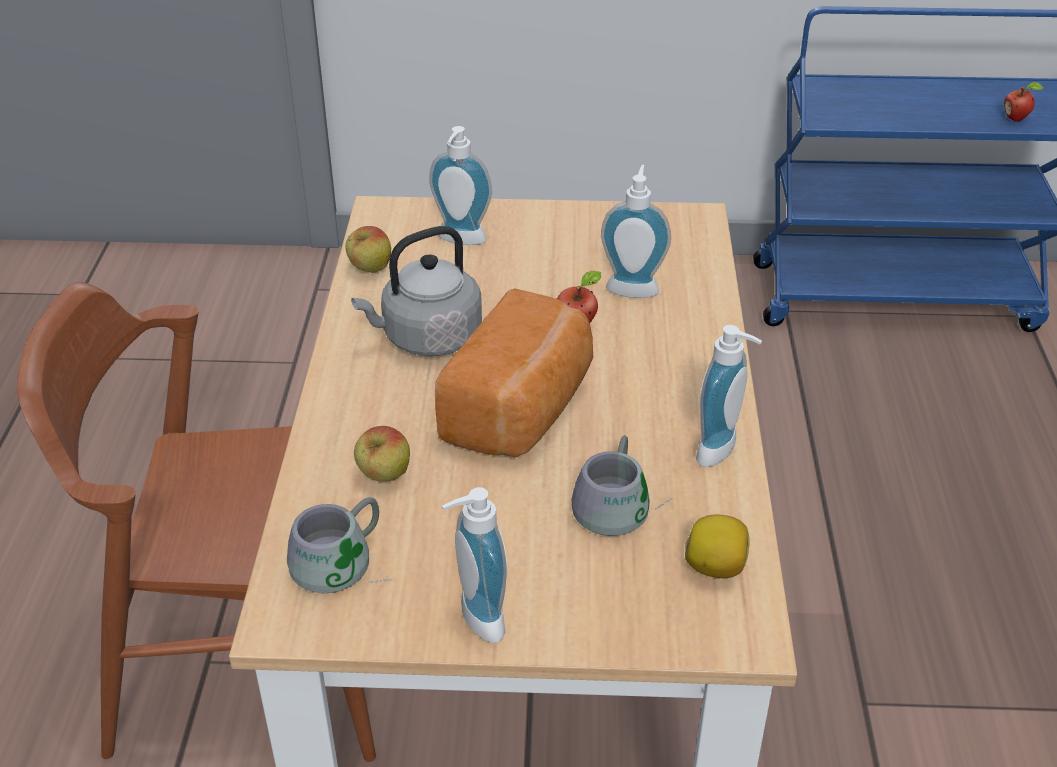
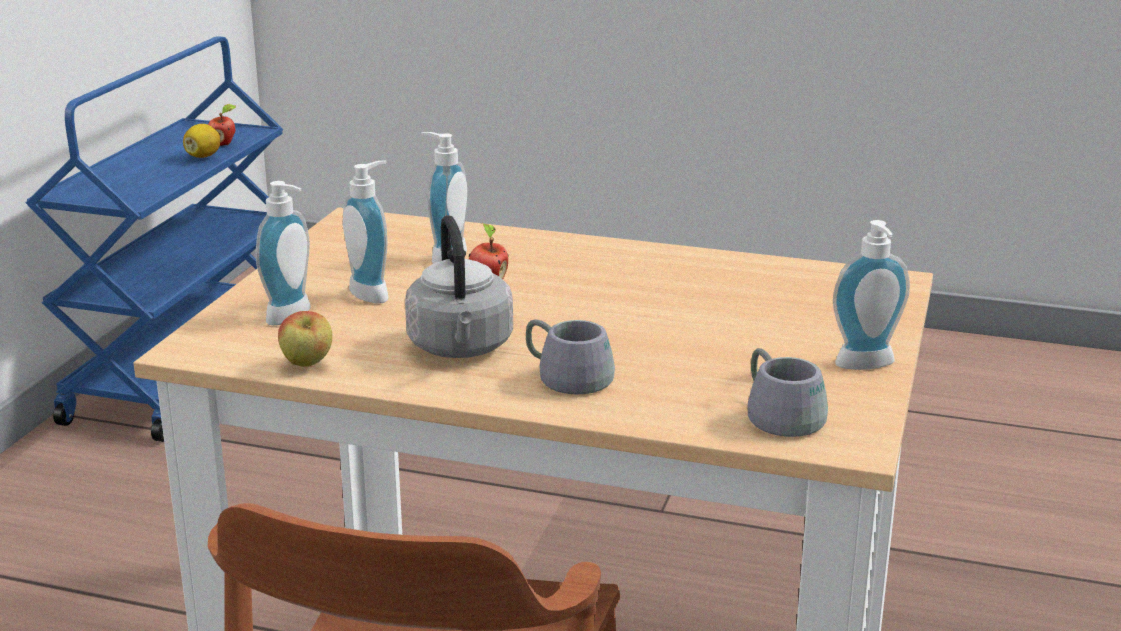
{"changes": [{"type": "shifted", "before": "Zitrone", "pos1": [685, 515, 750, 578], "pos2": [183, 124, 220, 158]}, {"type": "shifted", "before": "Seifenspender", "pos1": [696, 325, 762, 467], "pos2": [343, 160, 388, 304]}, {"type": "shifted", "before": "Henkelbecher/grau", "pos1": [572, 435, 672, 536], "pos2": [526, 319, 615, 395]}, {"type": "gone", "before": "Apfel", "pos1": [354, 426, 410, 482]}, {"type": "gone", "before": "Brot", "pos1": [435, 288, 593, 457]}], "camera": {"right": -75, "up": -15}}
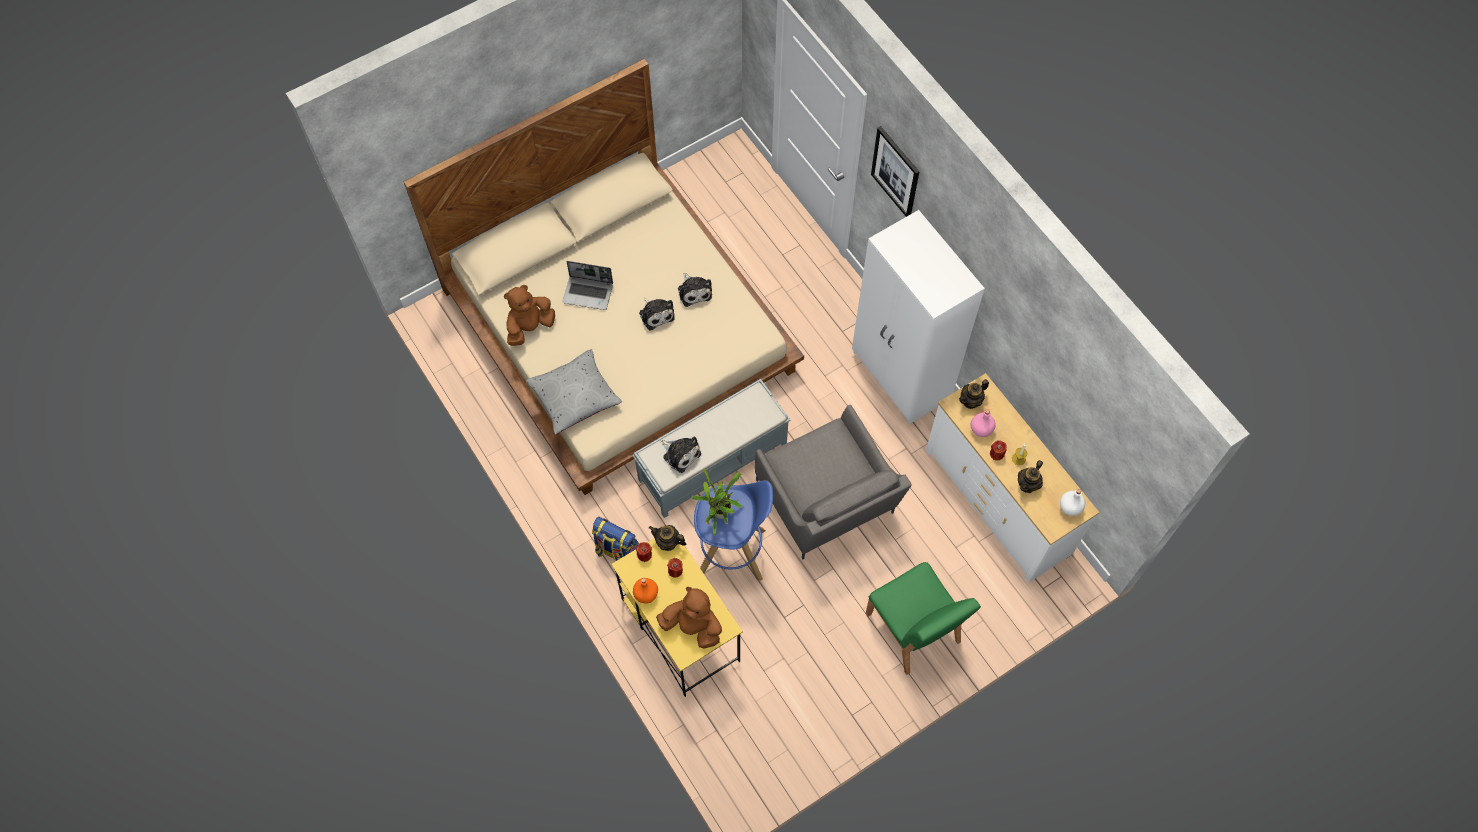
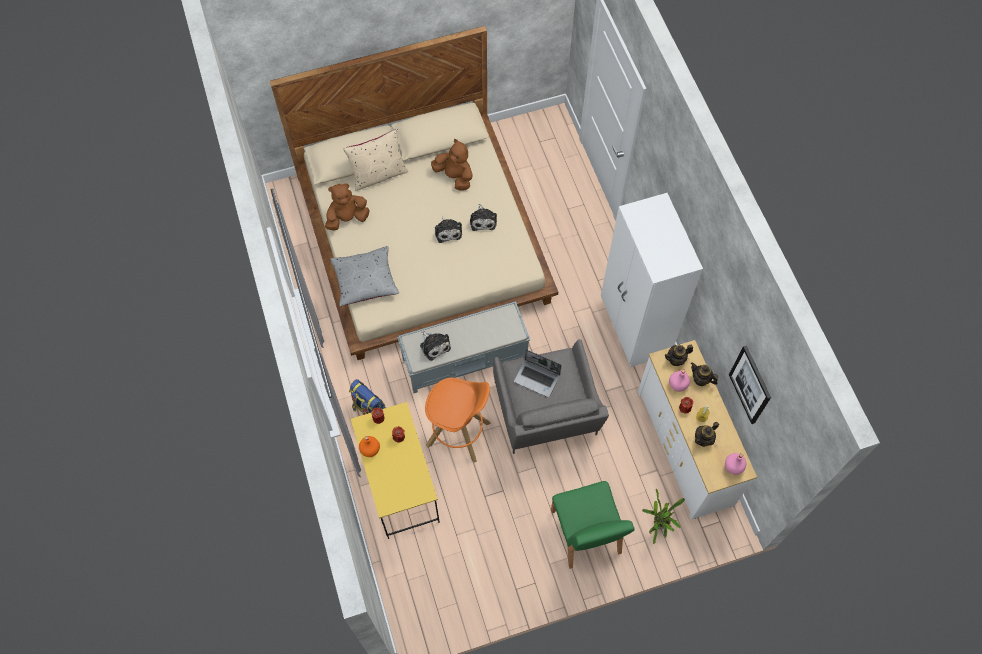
{"changes": [{"type": "new", "after": "Kissen/beige", "pos2": [343, 129, 408, 191]}, {"type": "repainted", "before": "Hocker/blau", "after": "Hocker/orange", "pos1": [694, 480, 773, 581], "pos2": [425, 378, 491, 463]}, {"type": "shifted", "before": "Plüschtier/braun", "pos1": [656, 587, 722, 648], "pos2": [431, 139, 473, 191]}, {"type": "shifted", "before": "Laptop", "pos1": [562, 261, 613, 310], "pos2": [514, 349, 562, 397]}, {"type": "shifted", "before": "Topfpflanze", "pos1": [691, 469, 742, 535], "pos2": [642, 489, 685, 544]}, {"type": "shifted", "before": "Teekanne", "pos1": [649, 525, 686, 551], "pos2": [691, 362, 718, 386]}, {"type": "repainted", "before": "Flasche/weiß", "after": "Flasche/rosa", "pos1": [1060, 489, 1085, 516], "pos2": [725, 453, 746, 475]}, {"type": "shifted", "before": "Bild", "pos1": [871, 126, 919, 217], "pos2": [729, 345, 771, 424]}], "camera": {"right": 15, "up": 0}}
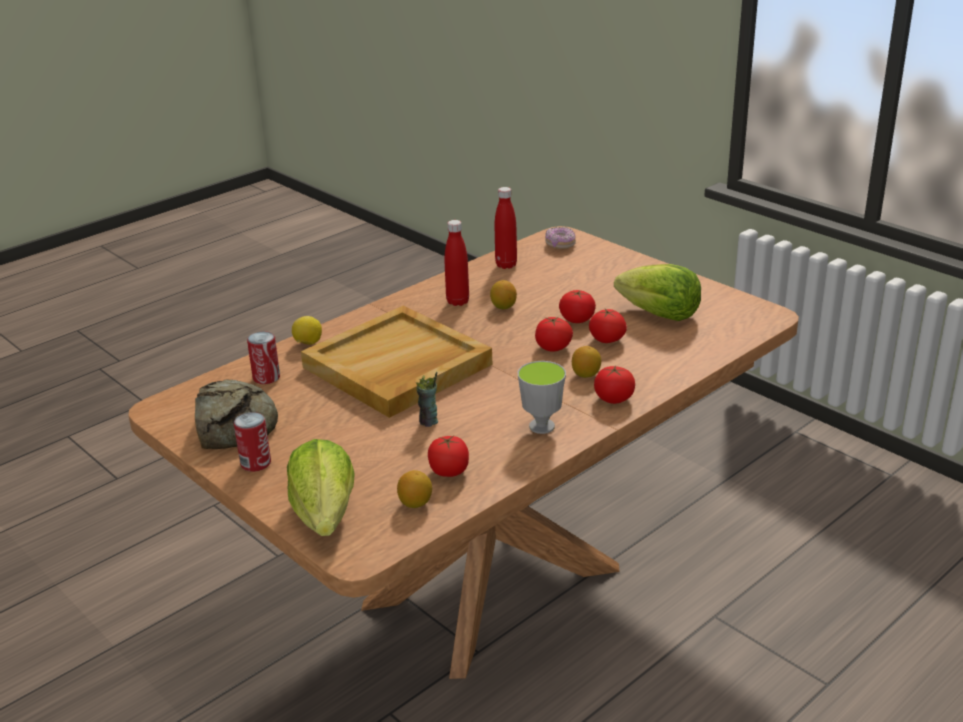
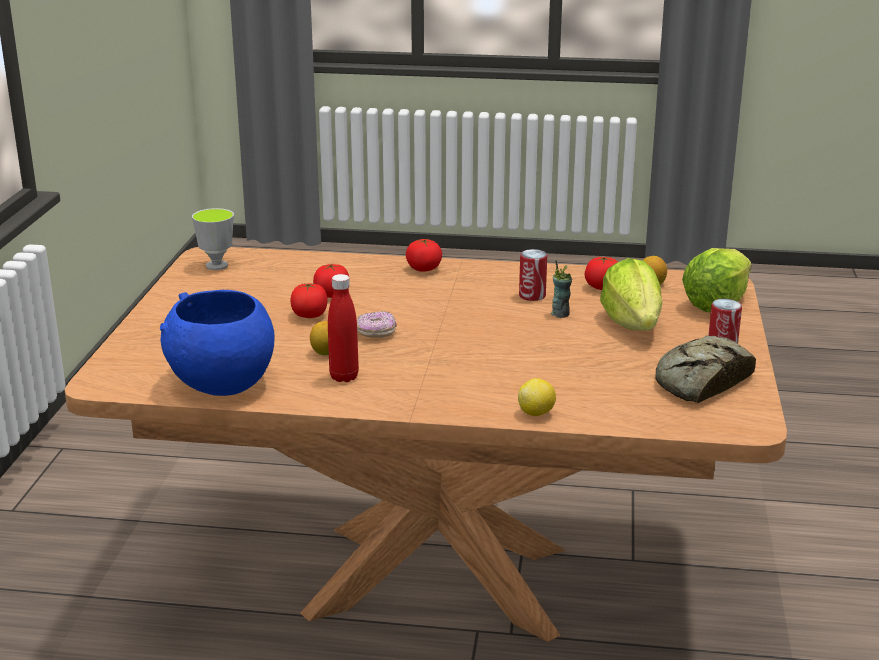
{"changes": [{"type": "swapped", "before": "Flasche/rot", "after": "Schüssel/blau", "pos1": [495, 187, 517, 269], "pos2": [160, 290, 274, 396]}, {"type": "shifted", "before": "Tasse", "pos1": [518, 361, 566, 434], "pos2": [192, 208, 234, 270]}, {"type": "shifted", "before": "Donut", "pos1": [545, 227, 576, 249], "pos2": [357, 311, 397, 338]}, {"type": "shifted", "before": "Dose", "pos1": [247, 331, 280, 384], "pos2": [519, 249, 547, 301]}, {"type": "shifted", "before": "Salatkopf", "pos1": [614, 264, 701, 321], "pos2": [600, 258, 663, 331]}, {"type": "gone", "before": "Tablett/beige", "pos1": [301, 306, 492, 418]}, {"type": "gone", "before": "Tomate", "pos1": [535, 317, 573, 352]}, {"type": "gone", "before": "Zitrone", "pos1": [572, 346, 601, 378]}], "camera": {"right": -130, "up": -5}}
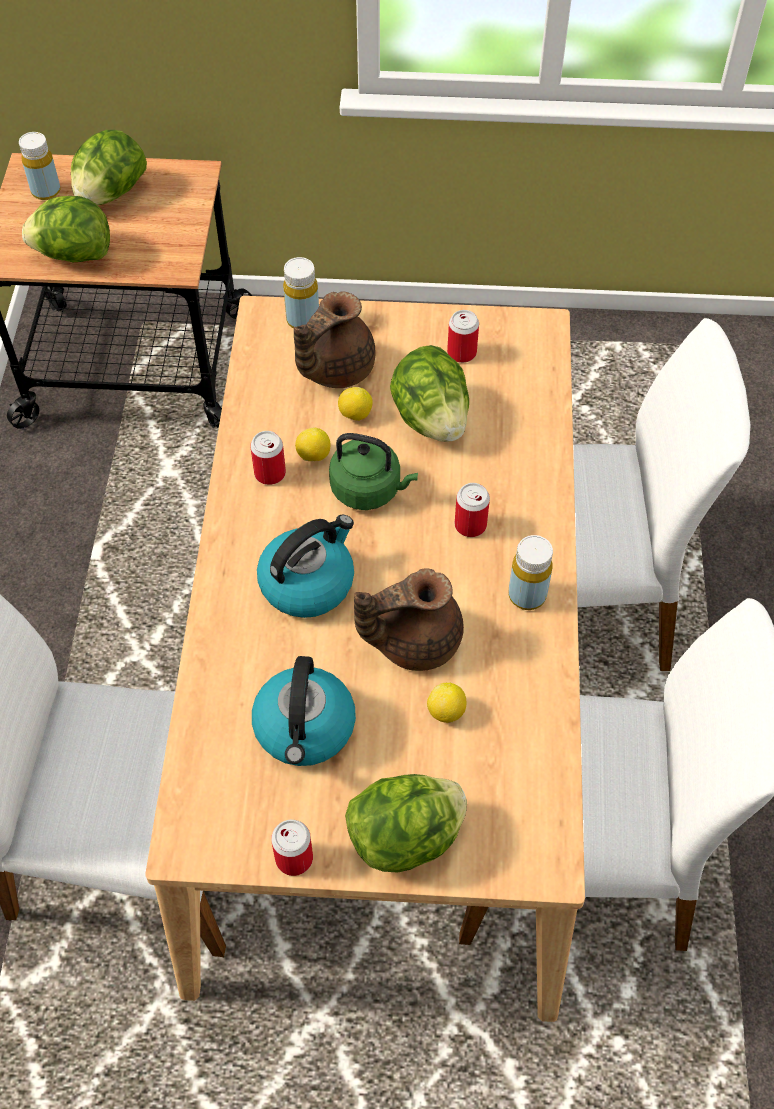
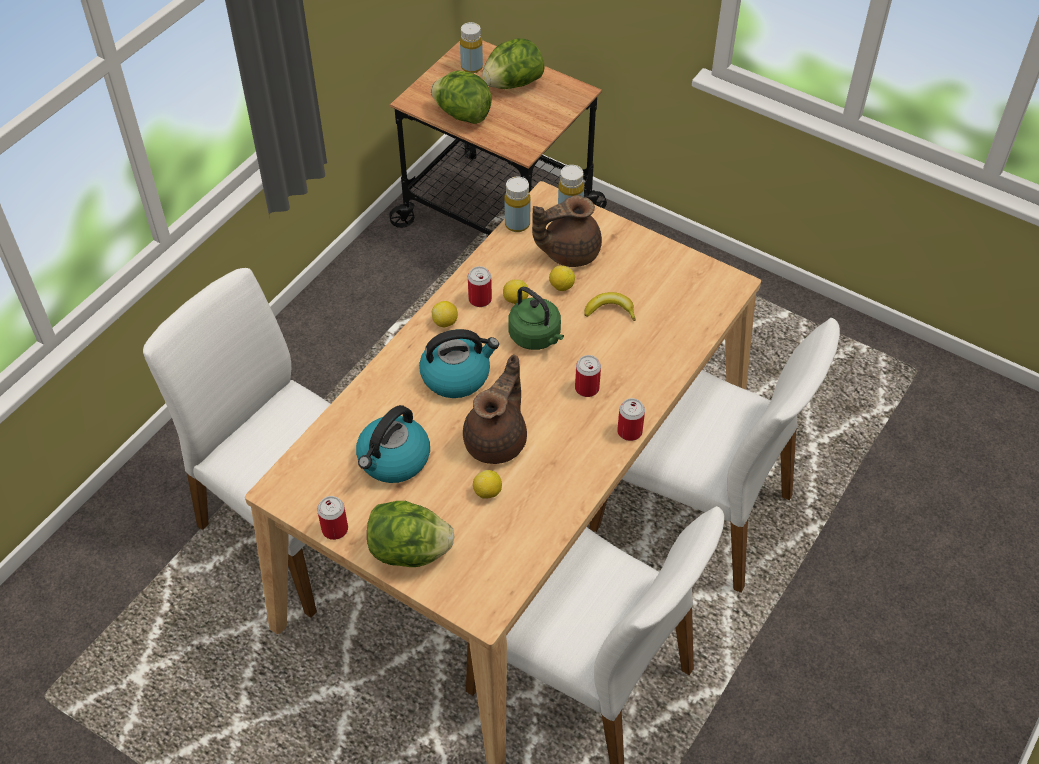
{"changes": [{"type": "new", "after": "Zitrone", "pos2": [432, 301, 458, 327]}, {"type": "rotated", "before": "Teekanne/braun", "pos1": [354, 568, 464, 671], "pos2": [463, 354, 527, 464], "turn": 105}, {"type": "shifted", "before": "Flasche/gelb", "pos1": [508, 535, 553, 610], "pos2": [505, 176, 530, 232]}, {"type": "swapped", "before": "Salatkopf", "after": "Banane", "pos1": [390, 345, 469, 442], "pos2": [584, 292, 636, 321]}, {"type": "shifted", "before": "Dose", "pos1": [447, 310, 479, 363], "pos2": [617, 398, 645, 441]}], "camera": {"right": 30, "up": -5}}
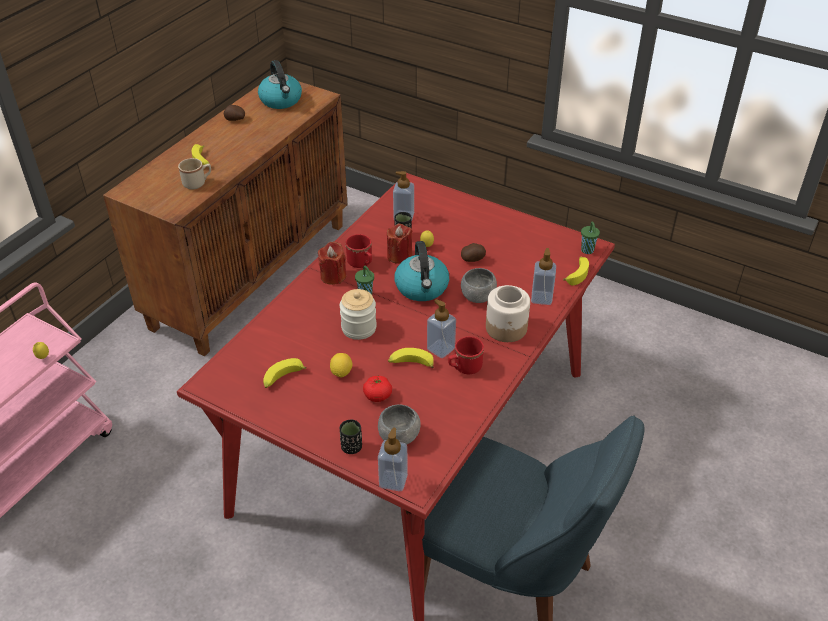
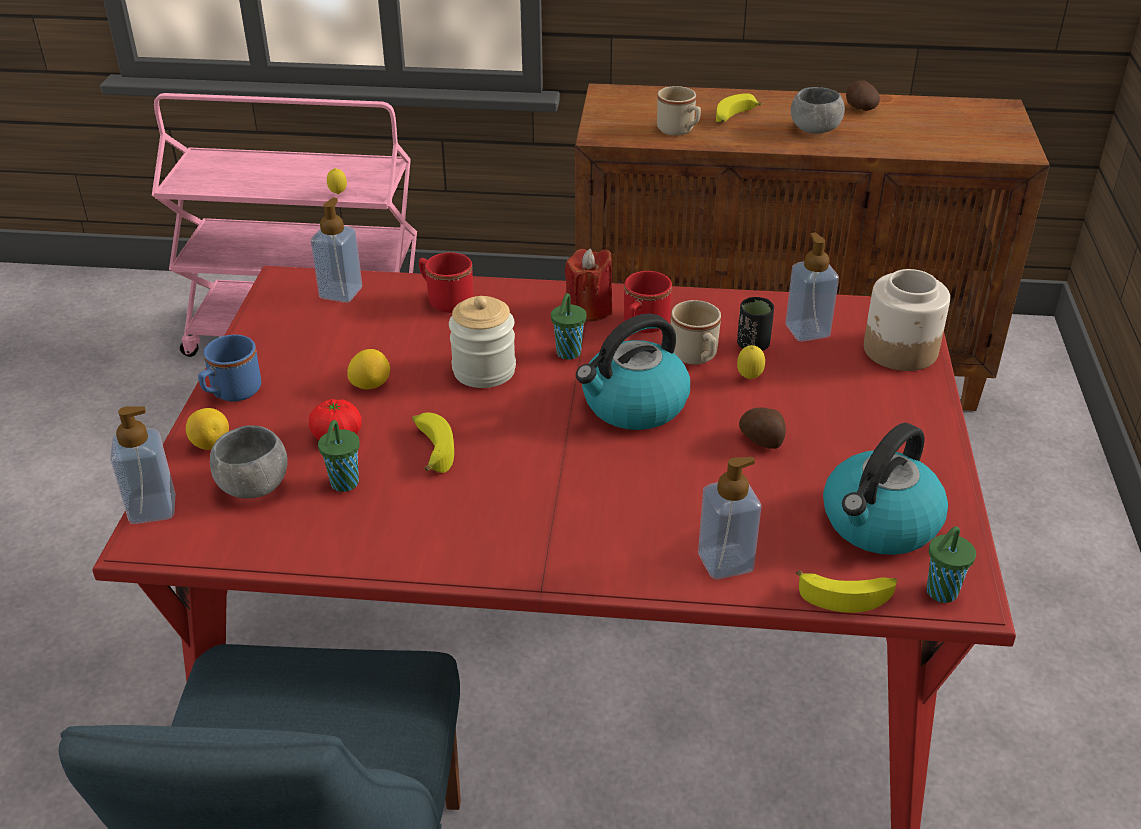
{"changes": [{"type": "swapped", "before": "Tasse/schwarz", "after": "Zitrone", "pos1": [340, 419, 362, 454], "pos2": [186, 408, 229, 450]}, {"type": "new", "after": "Henkelbecher/blau", "pos2": [198, 335, 261, 402]}, {"type": "shifted", "before": "Seifenspender", "pos1": [427, 299, 456, 358], "pos2": [311, 198, 362, 303]}, {"type": "new", "after": "Tasse/grün", "pos2": [318, 420, 360, 492]}, {"type": "shifted", "before": "Henkelbecher/rot", "pos1": [448, 336, 484, 374], "pos2": [419, 252, 473, 313]}, {"type": "swapped", "before": "Kerze/rot", "after": "Henkelbecher/beige", "pos1": [387, 224, 412, 264], "pos2": [671, 300, 721, 365]}, {"type": "shifted", "before": "Schüssel/grau", "pos1": [461, 268, 497, 303], "pos2": [791, 87, 845, 134]}, {"type": "shifted", "before": "Wasserkessel", "pos1": [258, 60, 302, 109], "pos2": [823, 423, 948, 555]}, {"type": "shifted", "before": "Vorratsglas", "pos1": [486, 285, 530, 342], "pos2": [864, 269, 950, 371]}, {"type": "gone", "before": "Banane", "pos1": [263, 358, 307, 388]}], "camera": {"right": 65, "up": -5}}
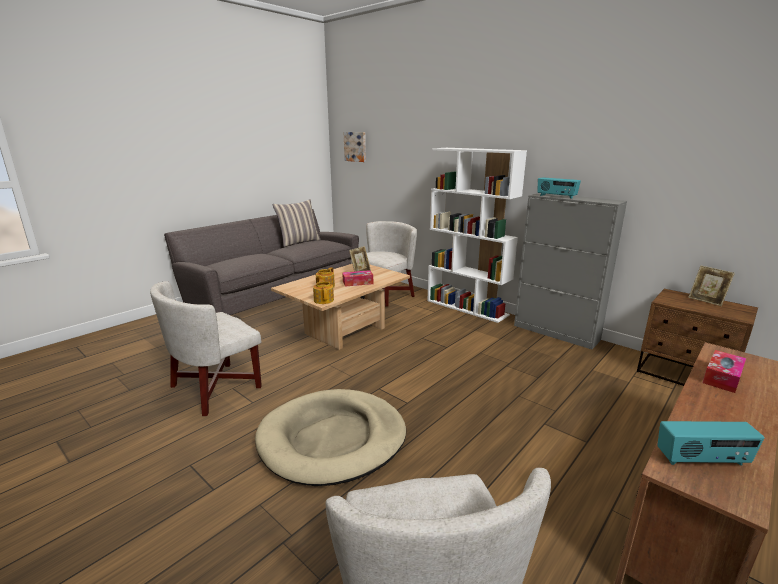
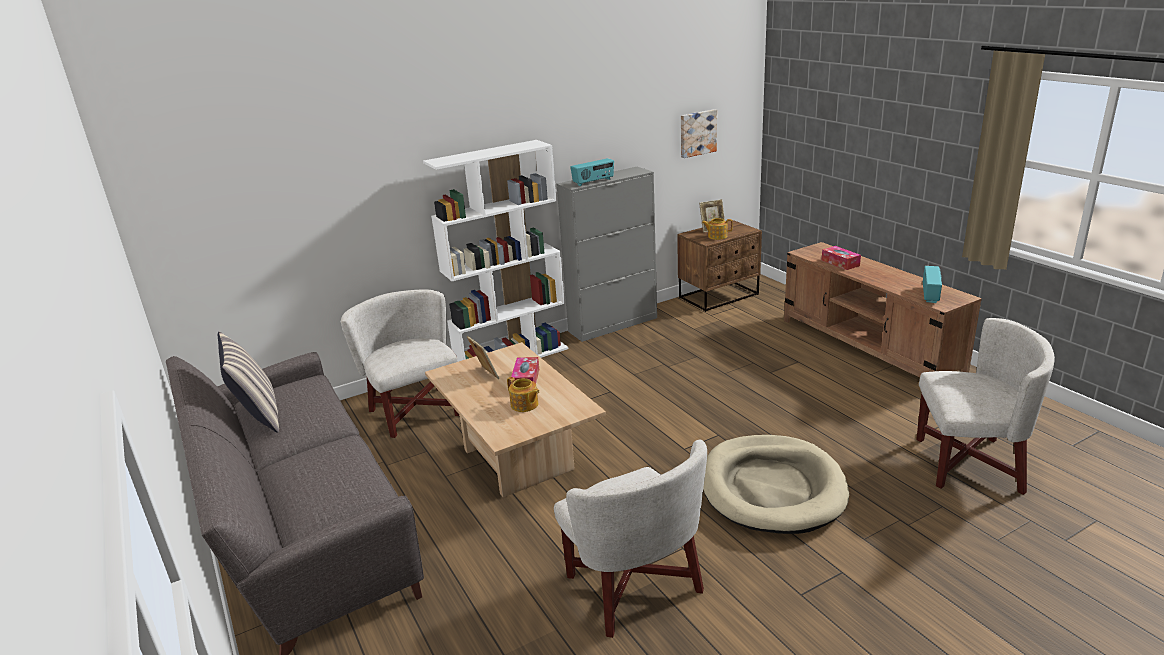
{"changes": [{"type": "shifted", "before": "Bild", "pos1": [344, 132, 366, 162], "pos2": [681, 109, 717, 158]}, {"type": "shifted", "before": "Teekanne", "pos1": [313, 279, 334, 304], "pos2": [702, 218, 733, 240]}], "camera": {"right": -70, "up": 5}}
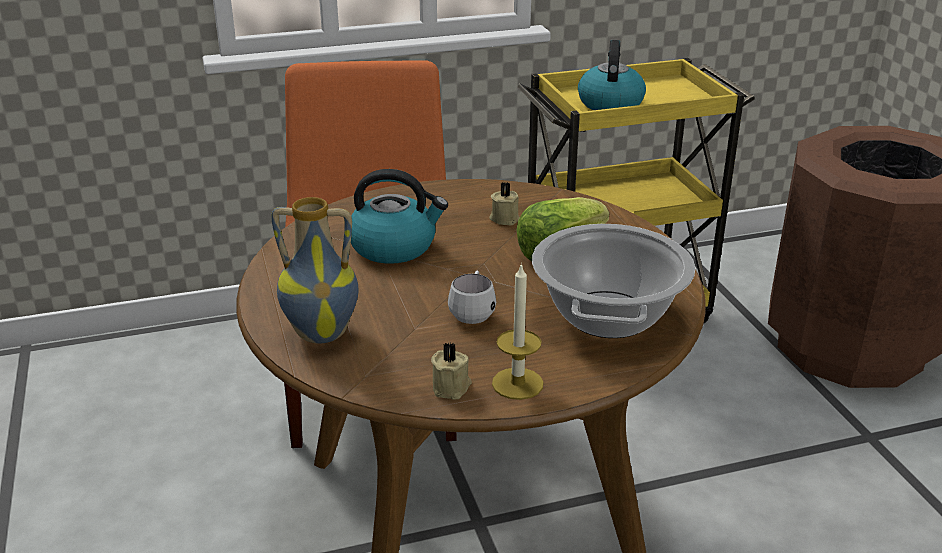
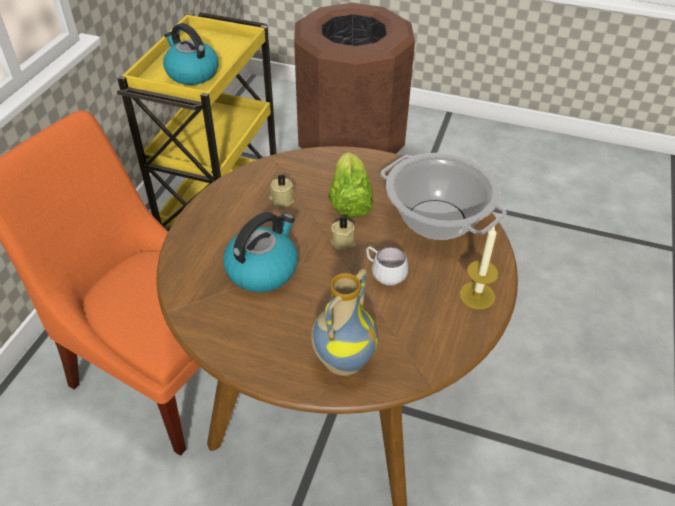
{"changes": [{"type": "shifted", "before": "Kerze/beige", "pos1": [431, 343, 472, 399], "pos2": [330, 217, 356, 252]}], "camera": {"right": -55, "up": 15}}
